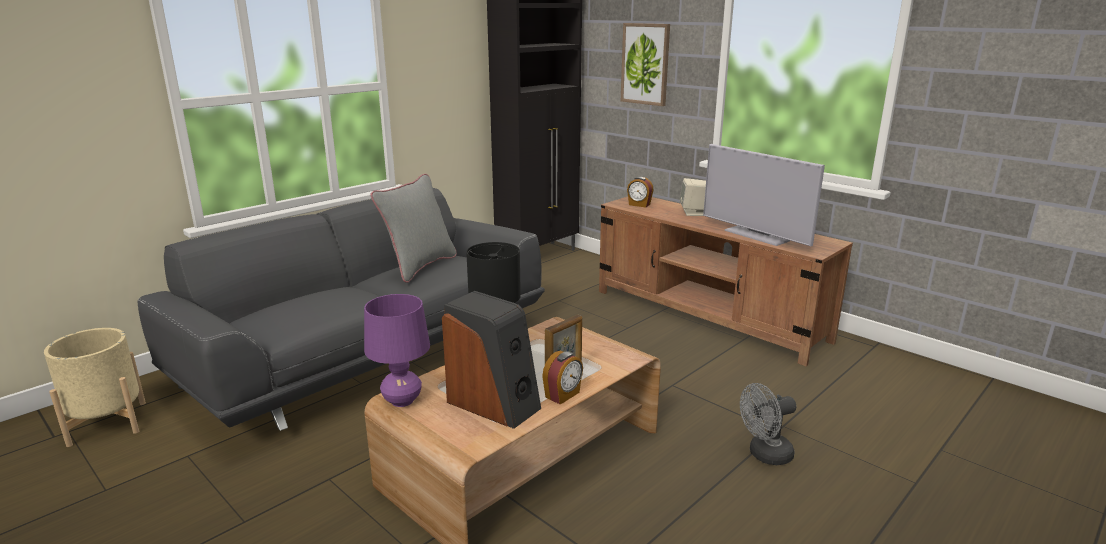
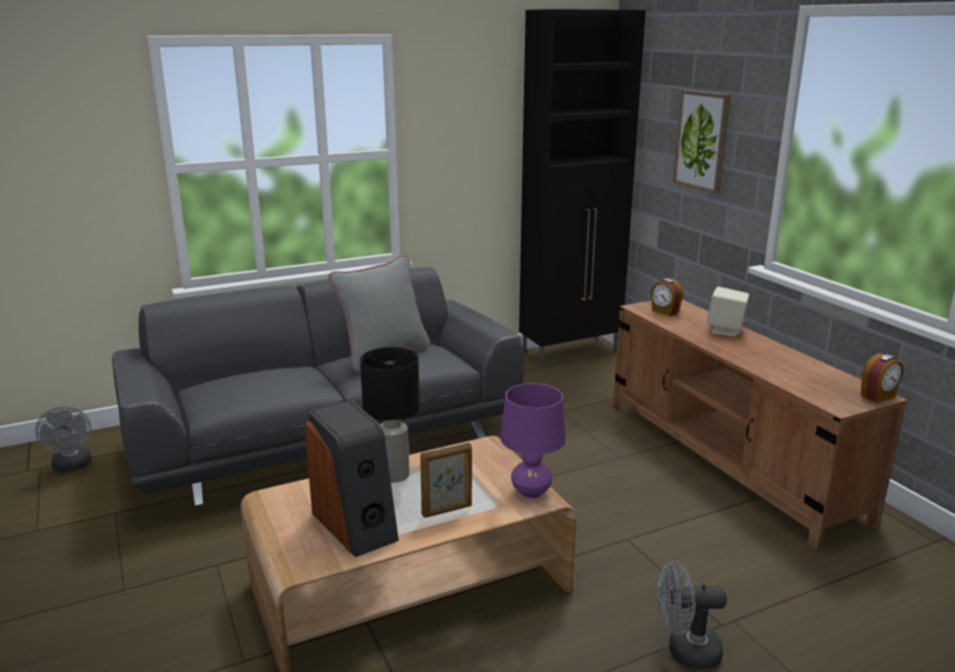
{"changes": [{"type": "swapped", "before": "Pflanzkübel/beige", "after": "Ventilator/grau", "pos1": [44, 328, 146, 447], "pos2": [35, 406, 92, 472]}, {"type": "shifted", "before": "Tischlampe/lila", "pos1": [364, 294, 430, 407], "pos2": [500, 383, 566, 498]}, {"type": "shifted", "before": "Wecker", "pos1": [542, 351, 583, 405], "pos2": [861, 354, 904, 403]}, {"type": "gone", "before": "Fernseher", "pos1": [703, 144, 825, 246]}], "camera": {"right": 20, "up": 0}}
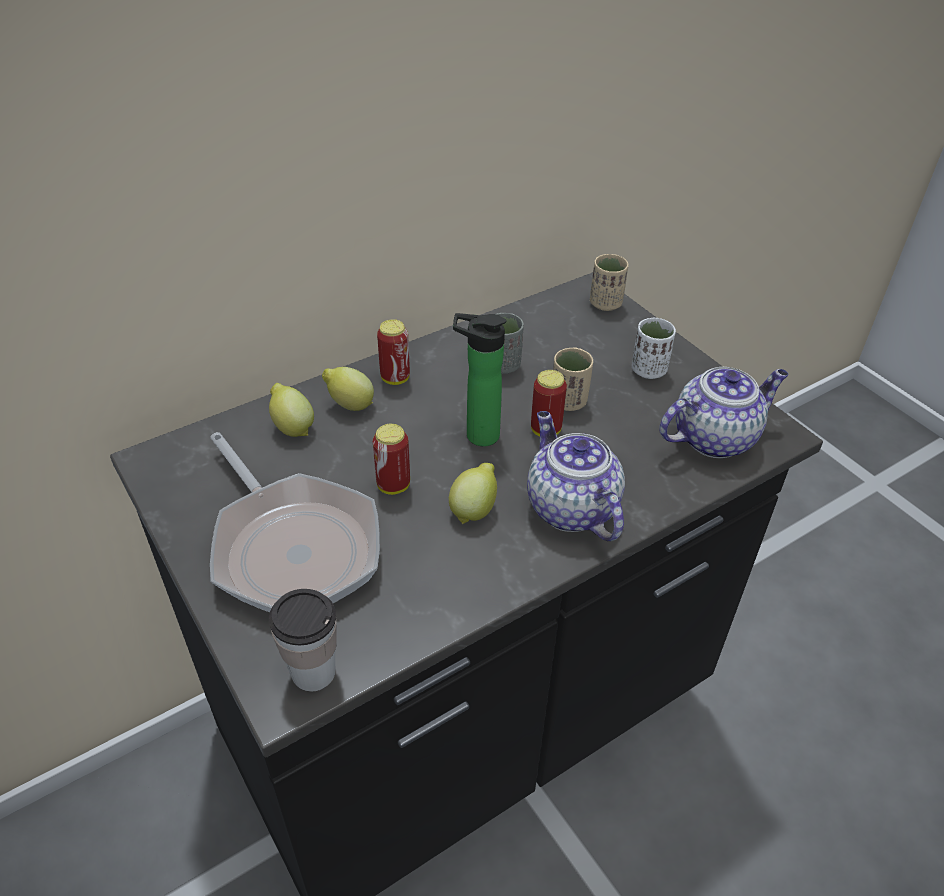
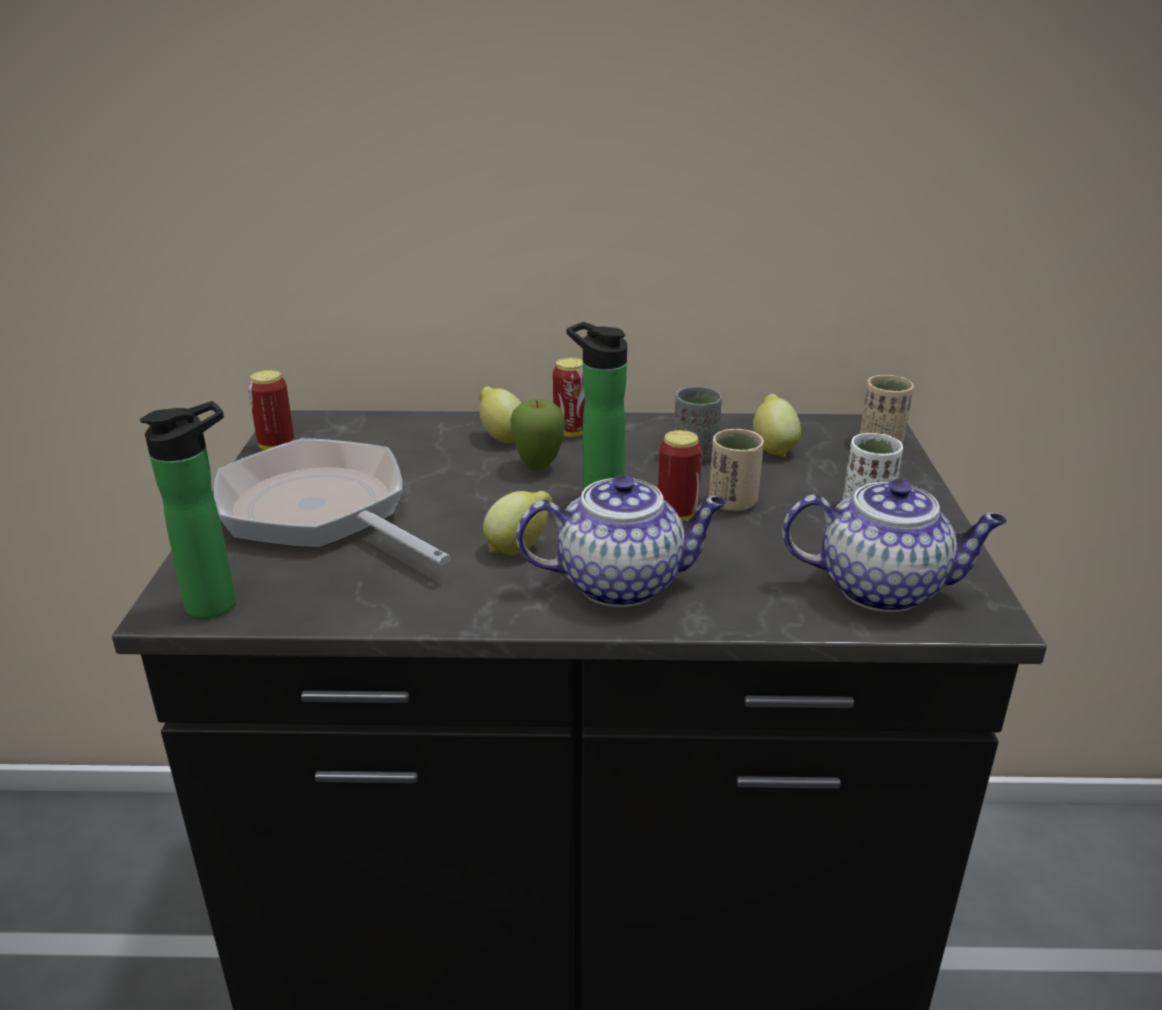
{"changes": [{"type": "swapped", "before": "Tasse", "after": "Flasche", "pos1": [269, 589, 337, 692], "pos2": [140, 401, 236, 619]}, {"type": "rotated", "before": "Pfanne", "pos1": [210, 432, 380, 612], "pos2": [214, 438, 451, 565], "turn": 135}, {"type": "shifted", "before": "Dose", "pos1": [373, 424, 410, 495], "pos2": [248, 370, 294, 450]}, {"type": "new", "after": "Apfel", "pos2": [510, 399, 565, 471]}, {"type": "rotated", "before": "Teekanne", "pos1": [527, 411, 625, 541], "pos2": [516, 475, 727, 607], "turn": 75}, {"type": "shifted", "before": "Zitrone", "pos1": [269, 383, 314, 437], "pos2": [753, 394, 801, 457]}], "camera": {"right": 35, "up": -15}}
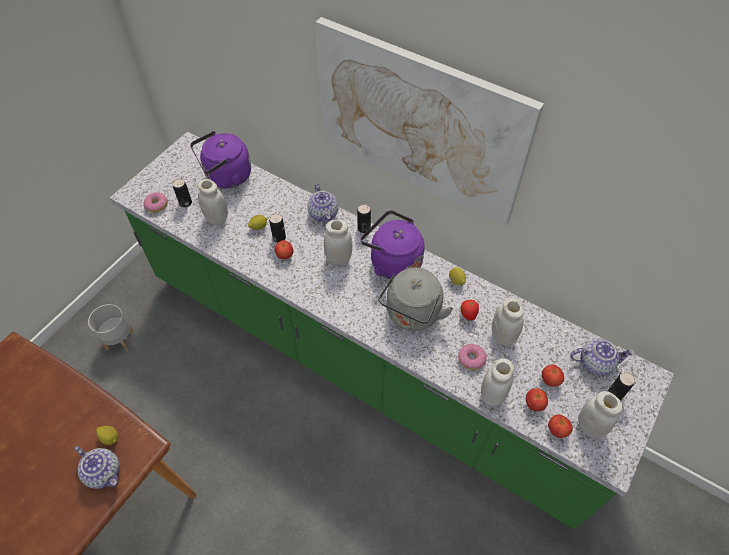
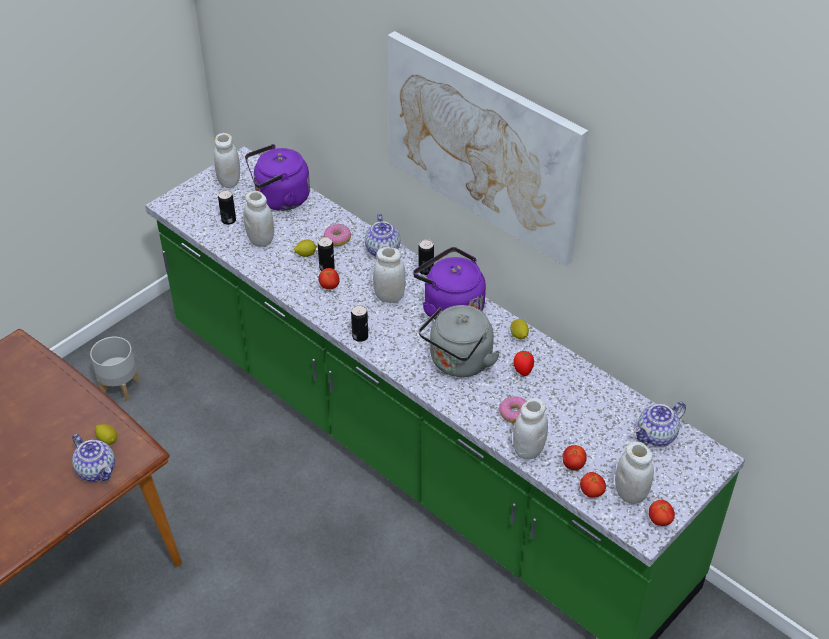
{"changes": [{"type": "shifted", "before": "Vorratsglas/weiß", "pos1": [492, 298, 524, 346], "pos2": [214, 133, 240, 188]}, {"type": "shifted", "before": "Donut", "pos1": [144, 192, 168, 213], "pos2": [324, 224, 351, 246]}, {"type": "shifted", "before": "Dose", "pos1": [608, 372, 635, 400], "pos2": [351, 305, 368, 342]}, {"type": "rotated", "before": "Teekanne", "pos1": [570, 339, 635, 376], "pos2": [634, 402, 686, 446], "turn": 135}, {"type": "shifted", "before": "Tomate", "pos1": [542, 364, 564, 386], "pos2": [649, 500, 675, 526]}], "camera": {"right": 10, "up": -10}}
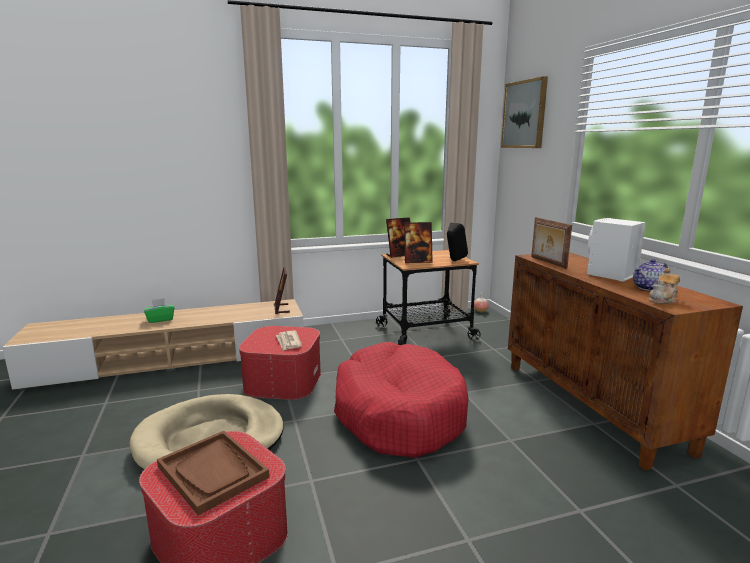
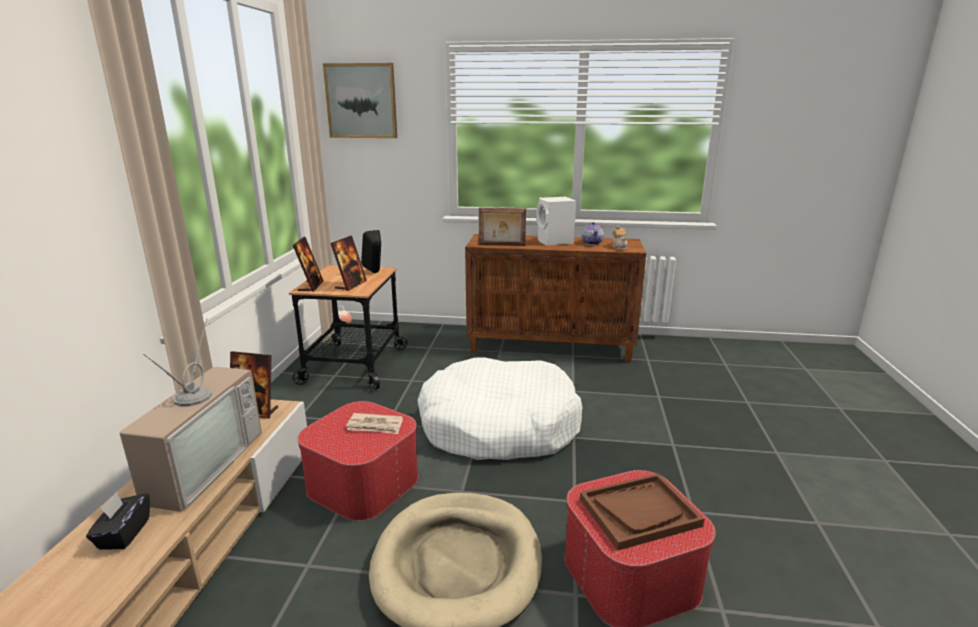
{"changes": [{"type": "repainted", "before": "Taschentuchbox/grün", "after": "Taschentuchbox/schwarz", "pos1": [144, 298, 174, 323], "pos2": [86, 492, 150, 550]}, {"type": "new", "after": "Fernseher", "pos2": [120, 318, 262, 512]}, {"type": "repainted", "before": "Hundebett/rot", "after": "Hundebett/weiß", "pos1": [334, 342, 469, 458], "pos2": [417, 358, 582, 460]}], "camera": {"right": -65, "up": 5}}
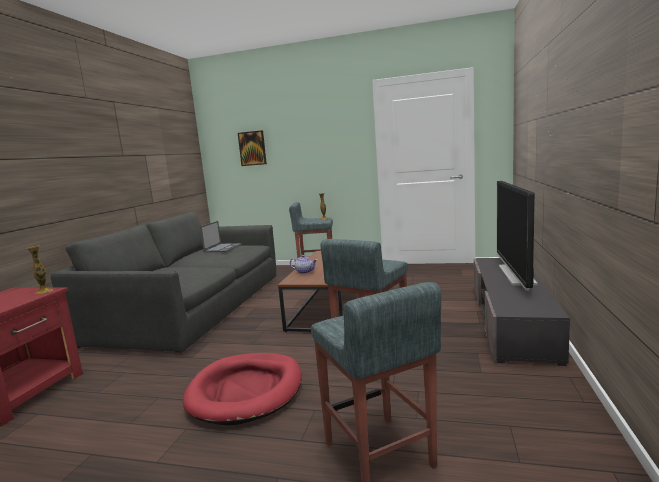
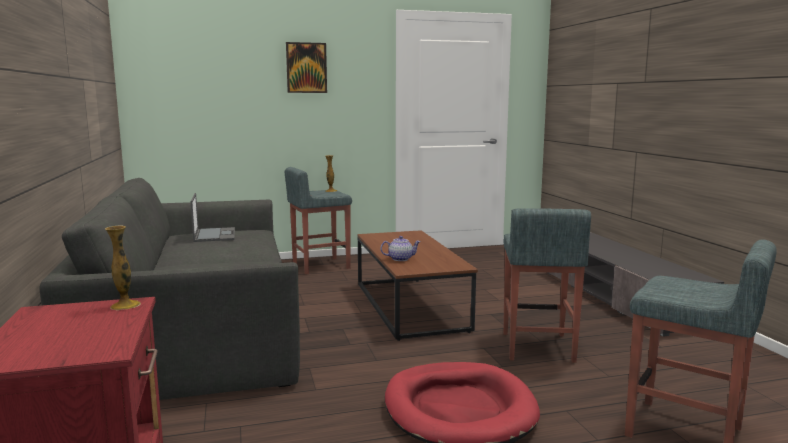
{"changes": [{"type": "shifted", "before": "Bild", "pos1": [238, 130, 267, 166], "pos2": [286, 42, 327, 93]}, {"type": "gone", "before": "Fernseher", "pos1": [497, 181, 538, 290]}], "camera": {"right": -30, "up": 0}}
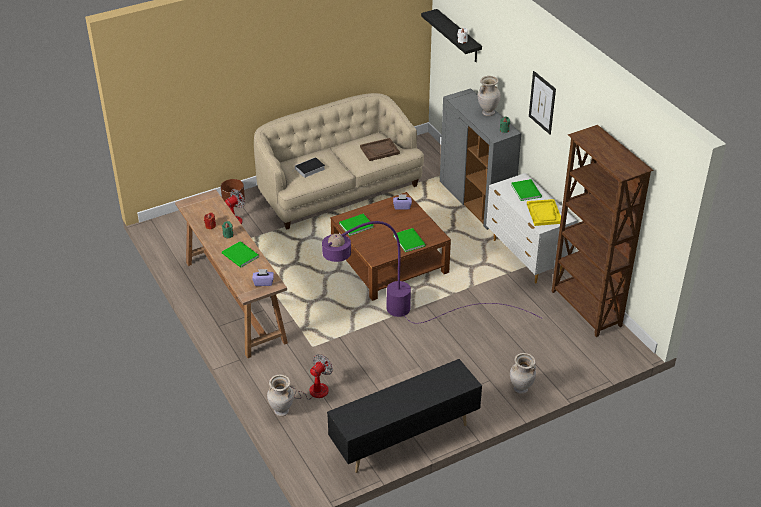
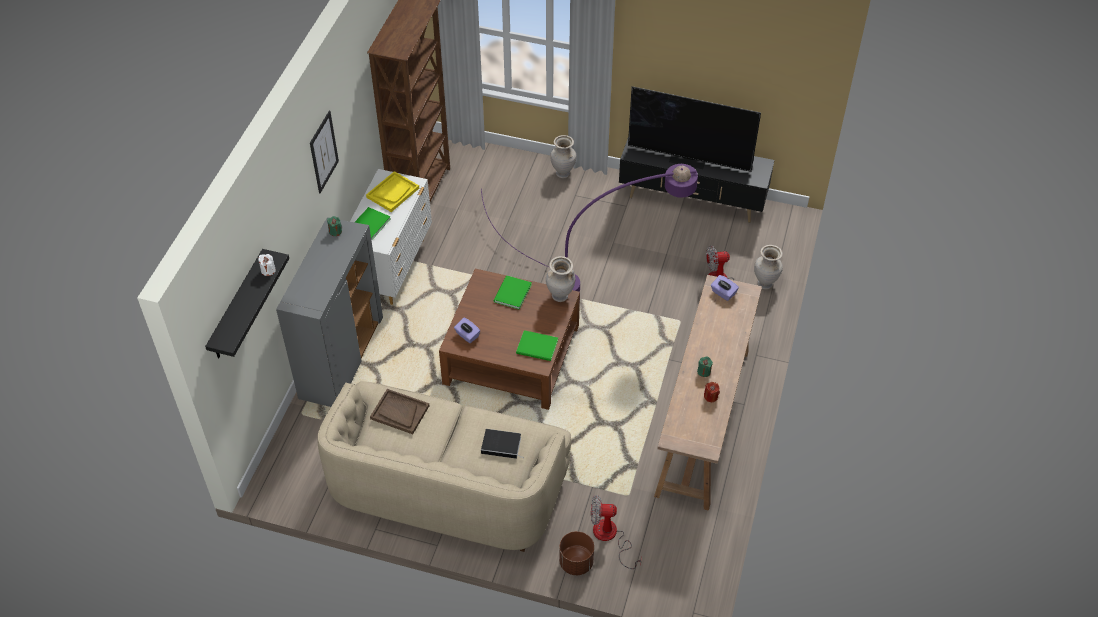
{"changes": [{"type": "shifted", "before": "Vase/beige", "pos1": [478, 76, 501, 116], "pos2": [546, 256, 575, 302]}, {"type": "new", "after": "Fernseher", "pos2": [628, 86, 761, 172]}, {"type": "gone", "before": "Buch/grün", "pos1": [222, 241, 259, 268]}], "camera": {"right": -135, "up": 10}}
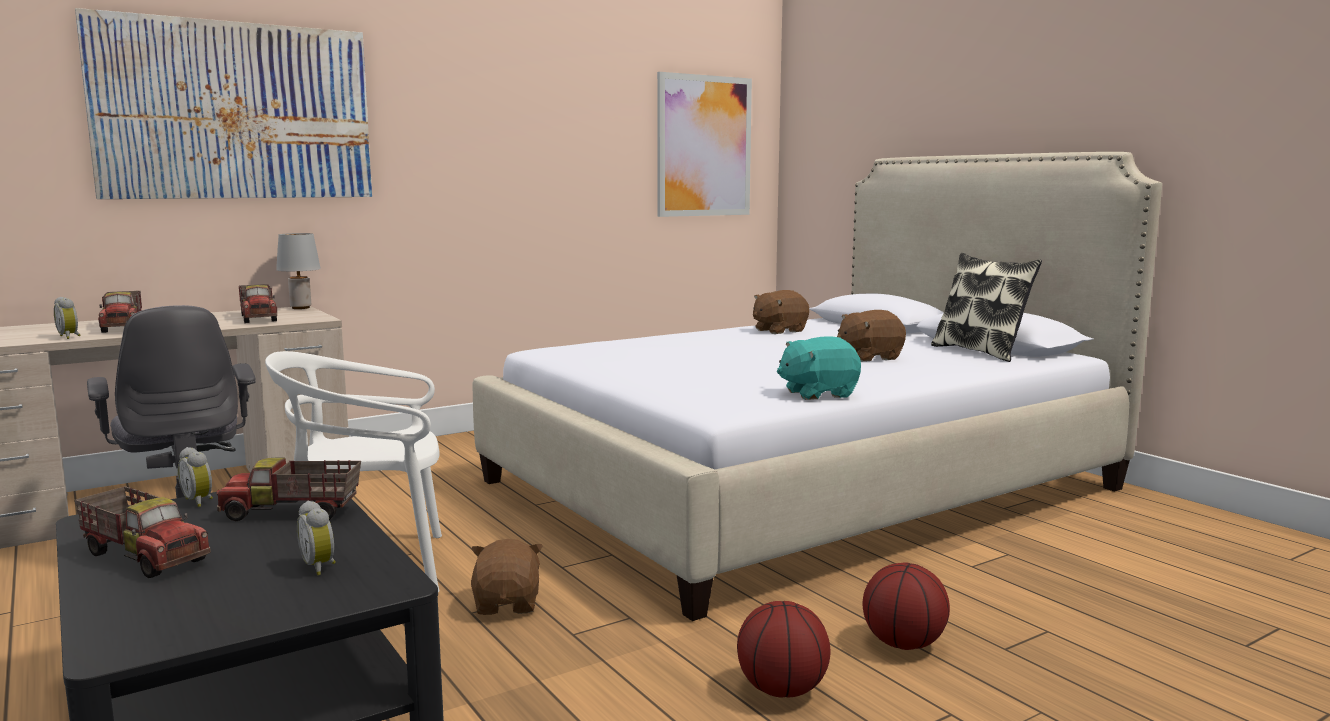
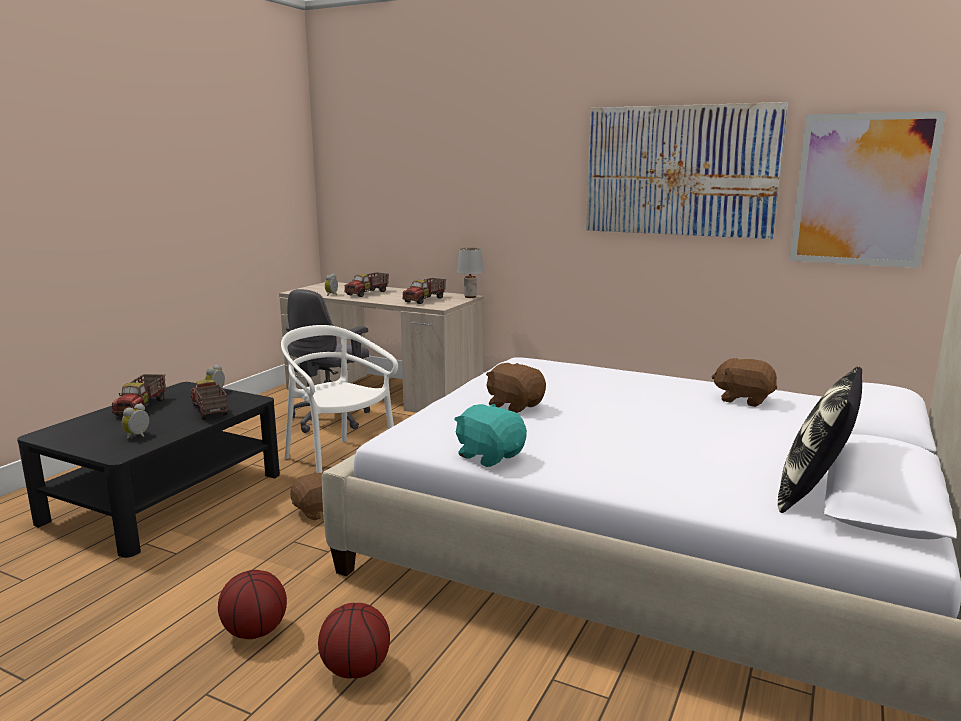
{"changes": [{"type": "shifted", "before": "Plüschtier/braun", "pos1": [837, 310, 906, 362], "pos2": [486, 363, 546, 413]}, {"type": "shifted", "before": "Bild", "pos1": [75, 8, 372, 199], "pos2": [586, 102, 788, 239]}], "camera": {"right": 60, "up": 5}}
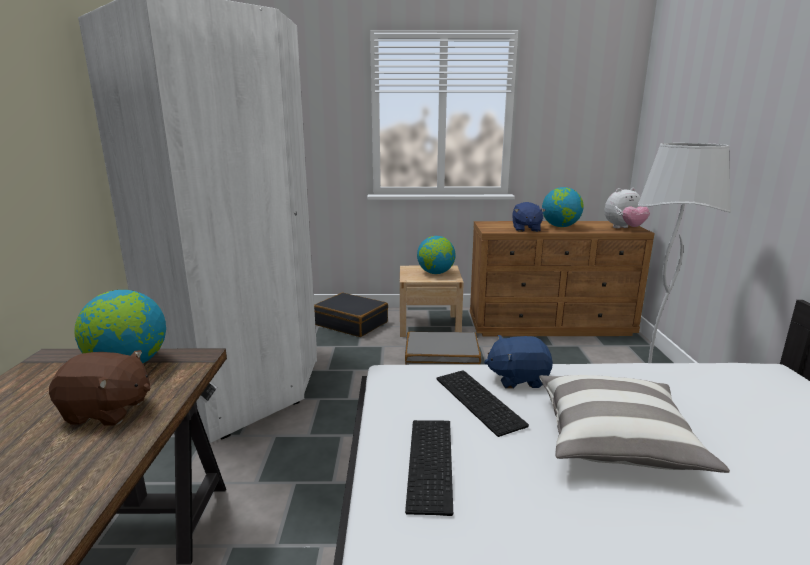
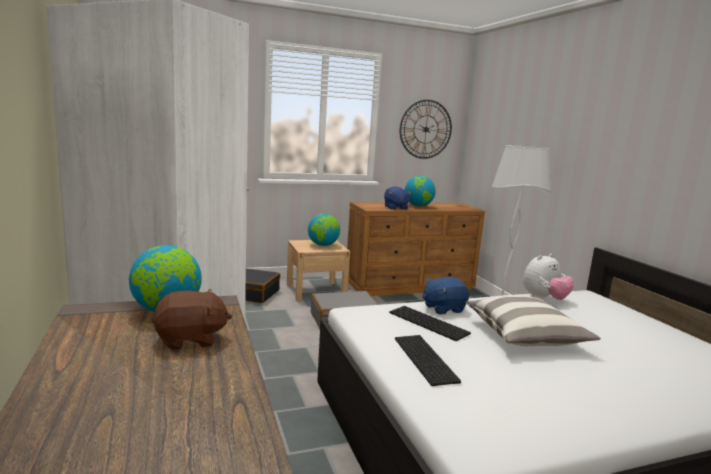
{"changes": [{"type": "new", "after": "Wanduhr", "pos2": [400, 100, 452, 159]}, {"type": "shifted", "before": "Plüschtier", "pos1": [604, 188, 650, 228], "pos2": [523, 254, 574, 300]}], "camera": {"right": -20, "up": -5}}
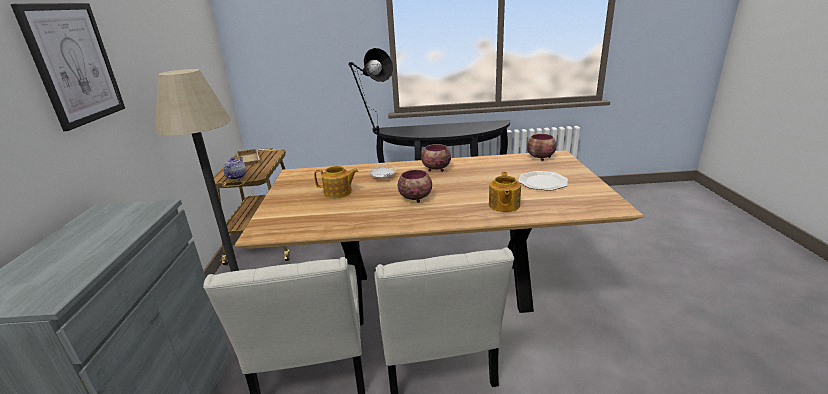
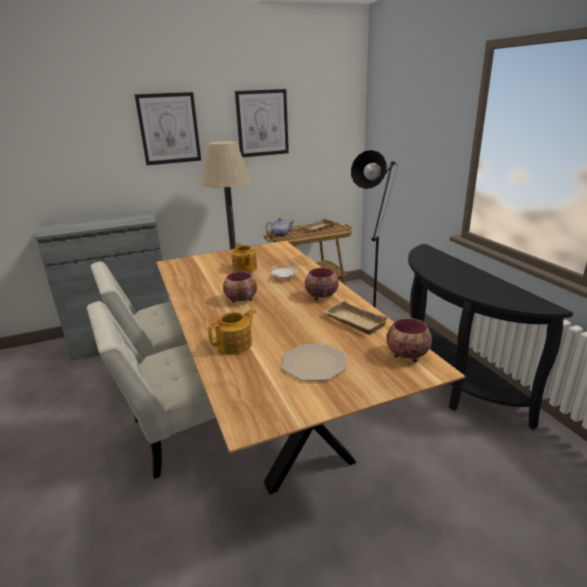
{"changes": [{"type": "rotated", "before": "Teekanne", "pos1": [489, 172, 521, 212], "pos2": [208, 309, 256, 355], "turn": 150}, {"type": "new", "after": "Bild", "pos2": [235, 89, 289, 157]}, {"type": "new", "after": "Tablett/beige", "pos2": [323, 301, 389, 335]}], "camera": {"right": 70, "up": 0}}
